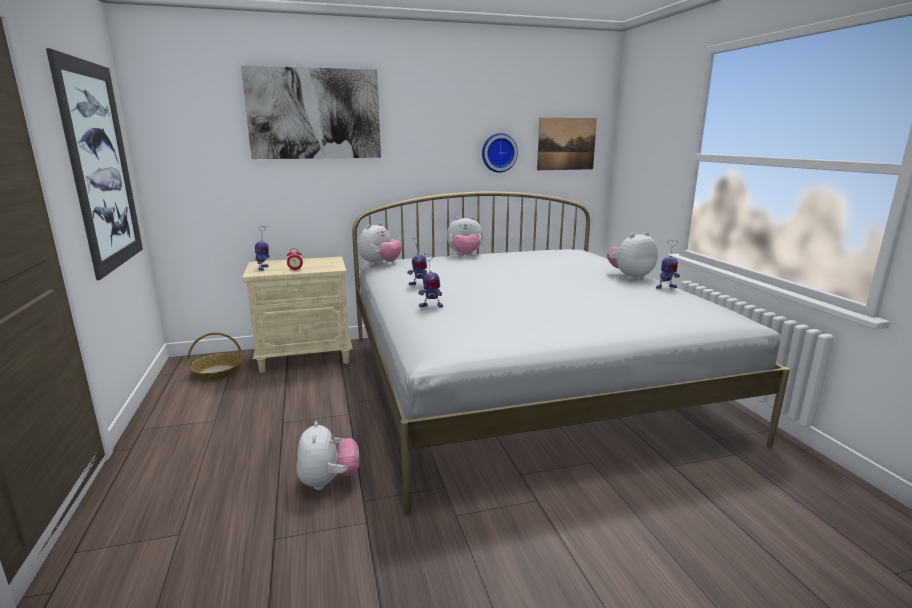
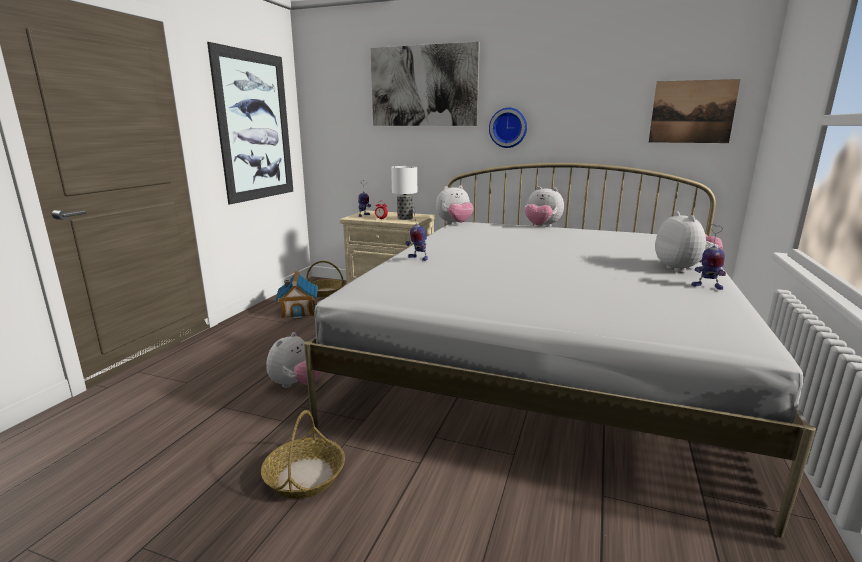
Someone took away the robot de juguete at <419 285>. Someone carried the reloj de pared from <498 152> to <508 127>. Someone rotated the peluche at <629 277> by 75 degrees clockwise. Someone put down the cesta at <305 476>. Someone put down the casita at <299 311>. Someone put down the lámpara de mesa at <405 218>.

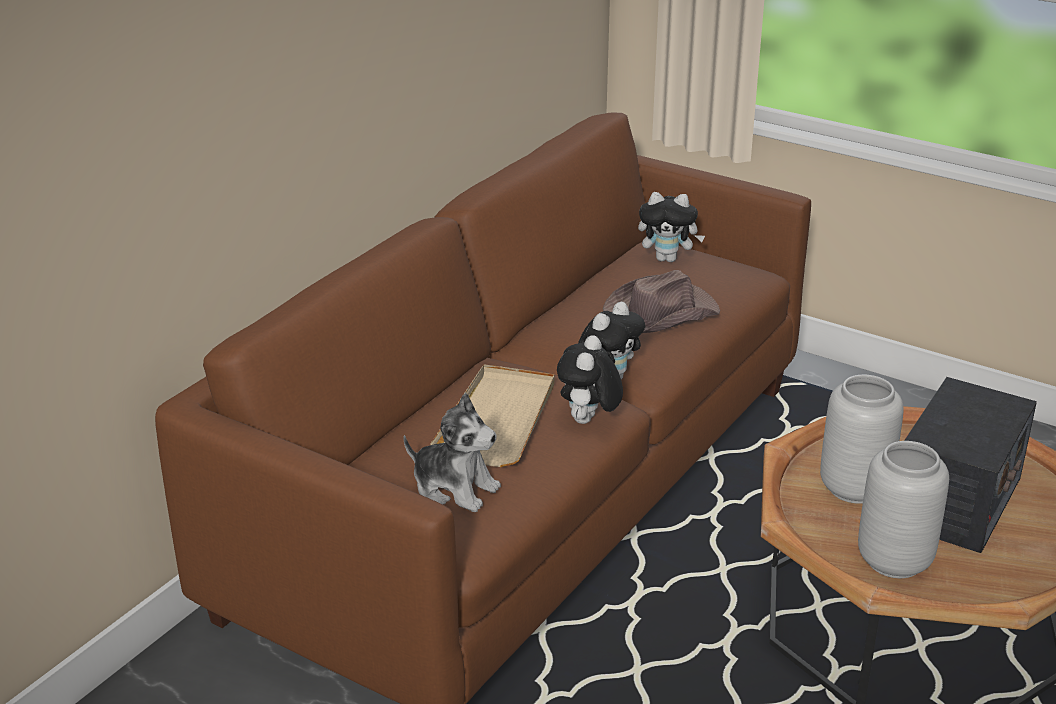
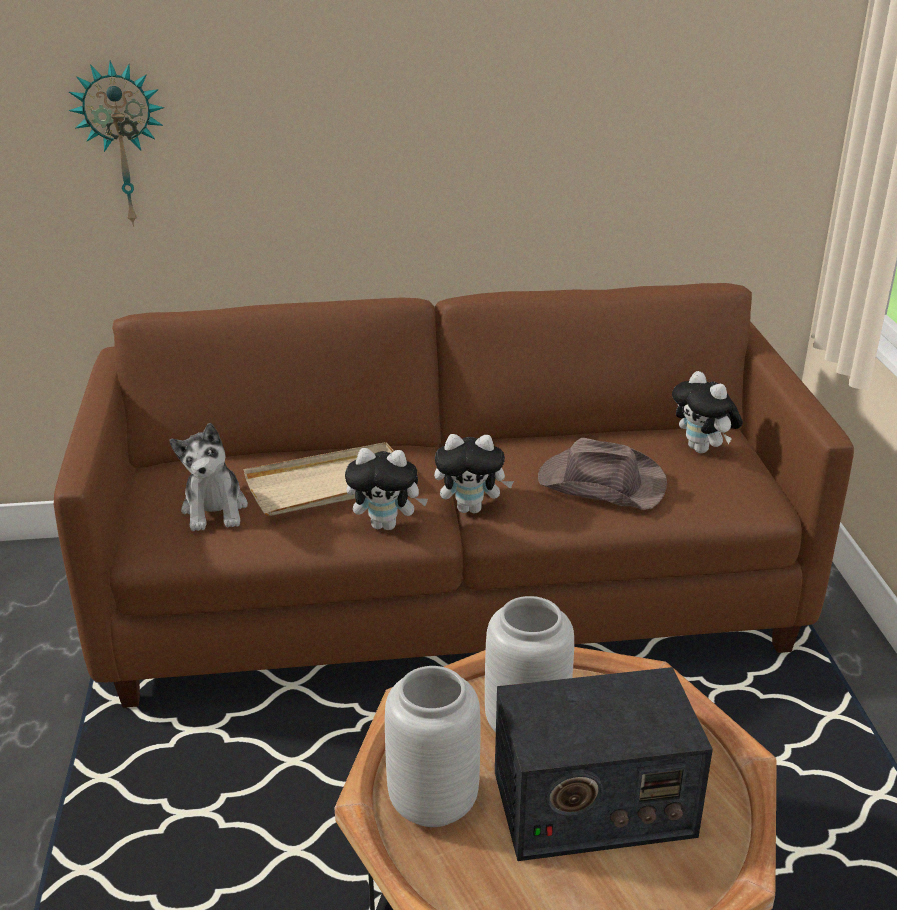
Someone rotated the peluche at <588 421> by 150 degrees counterclockwise. Someone put up the reloj de pared at <122 144>.

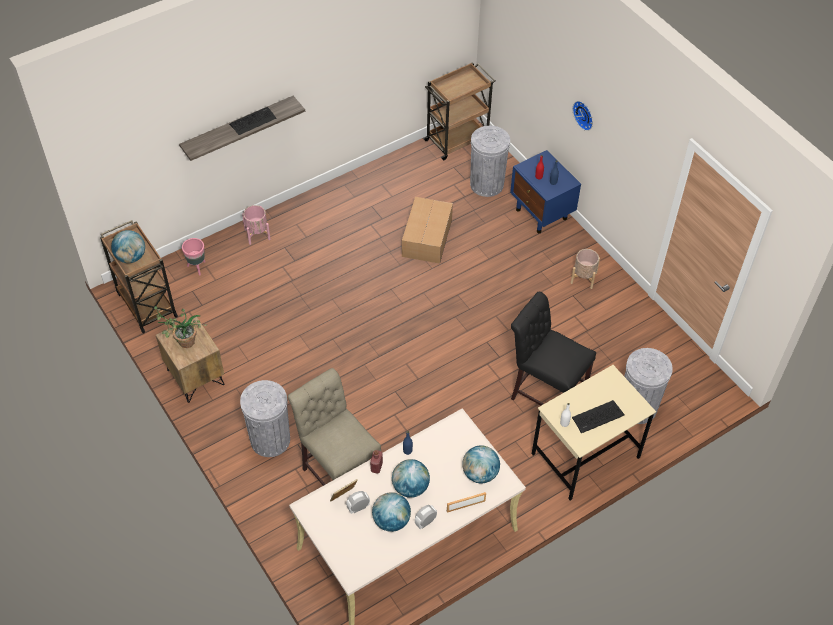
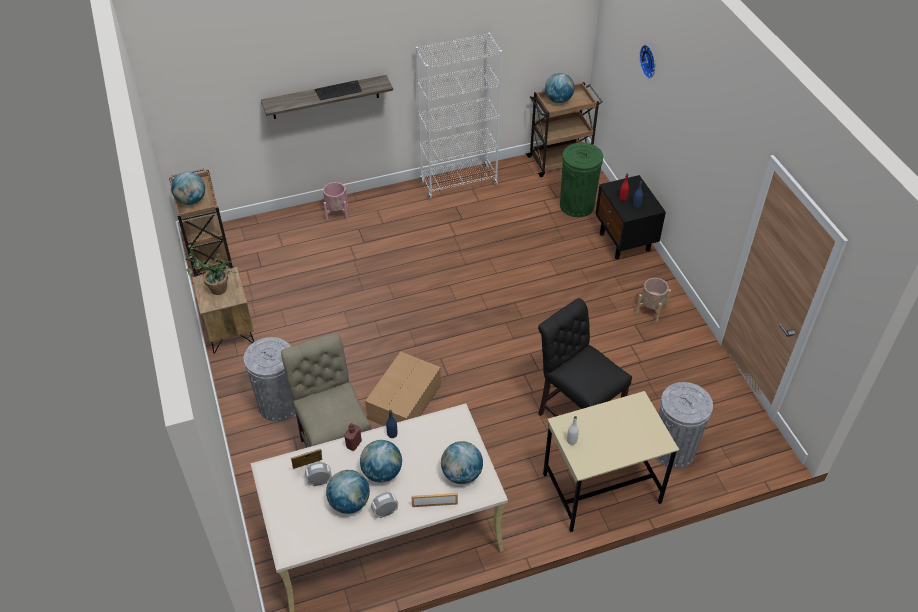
Someone took away the maceta [rosa] at <197 267>. Someone carried the caja de cartón from <426 238> to <403 402>. Someone repainted the papelera [gris] at <487 184>, which became the papelera [verde] at <577 205>. Someone repainted the mesita de noche [azul] at <542 214>, which became the mesita de noche [negro] at <625 242>. Someone took away the teclado at <597 417>. Someone carried the reloj de pared from <584 114> to <649 61>. Someone put down the estantería [blanco] at <459 183>. Someone put down the globo terráqueo at <558 100>.

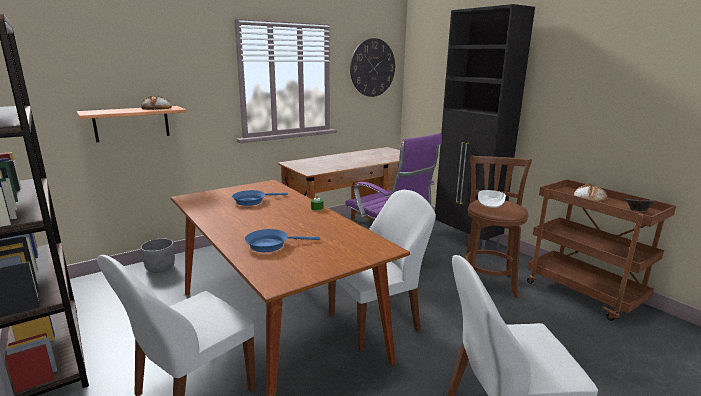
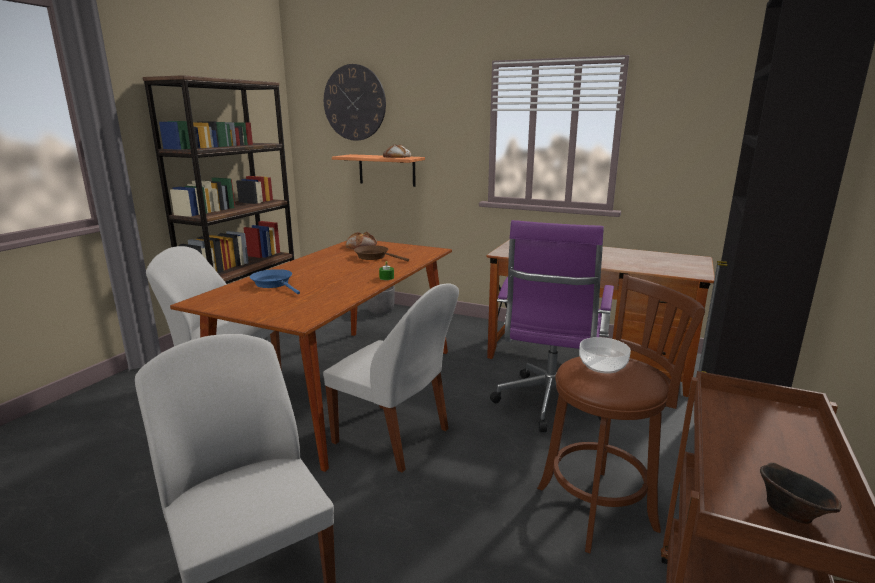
Someone repainted the sartén [azul] at <252 201>, which became the sartén [marrón] at <374 257>. Someone carried the reloj de pared from <372 68> to <354 103>. Someone carried the pan from <589 197> to <361 246>.

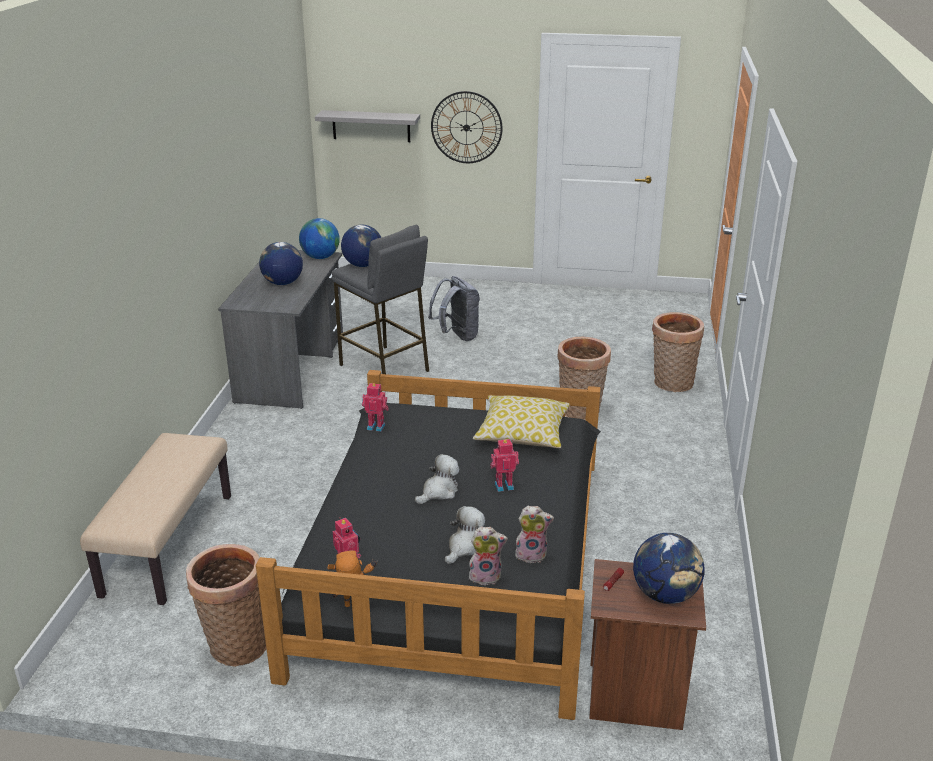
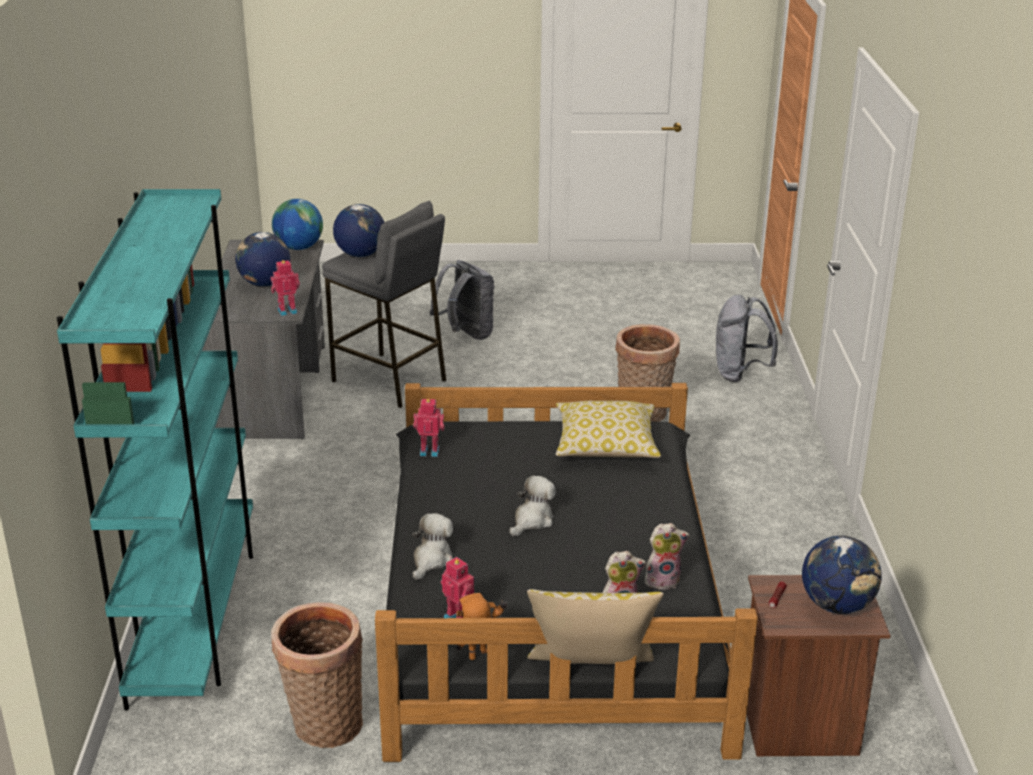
Someone swapped the banco [beis] at <168 543> for the estantería [turquesa] at <195 616>. Someone took away the estante [gris] at <371 126>. Someone took away the reloj de pared at <466 127>. Someone carried the peluche from <464 547> to <431 560>. Someone carried the robot de juguete from <503 485> to <287 310>. Someone swapped the cesta at <671 384> for the mochila [gris] at <740 374>. Someone put down the cojín at <590 673>.

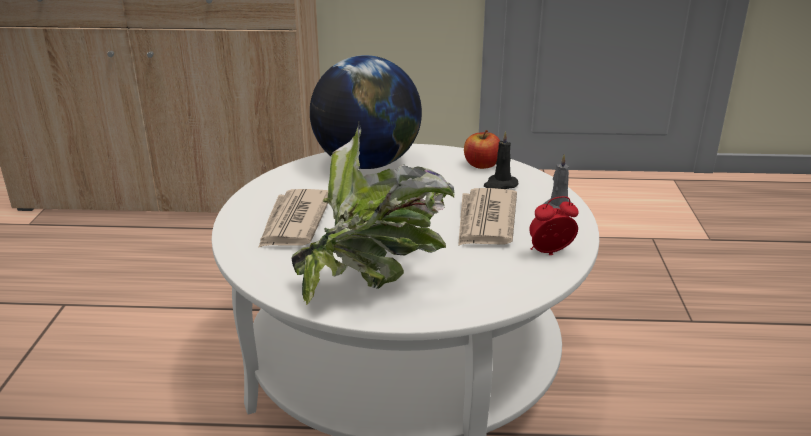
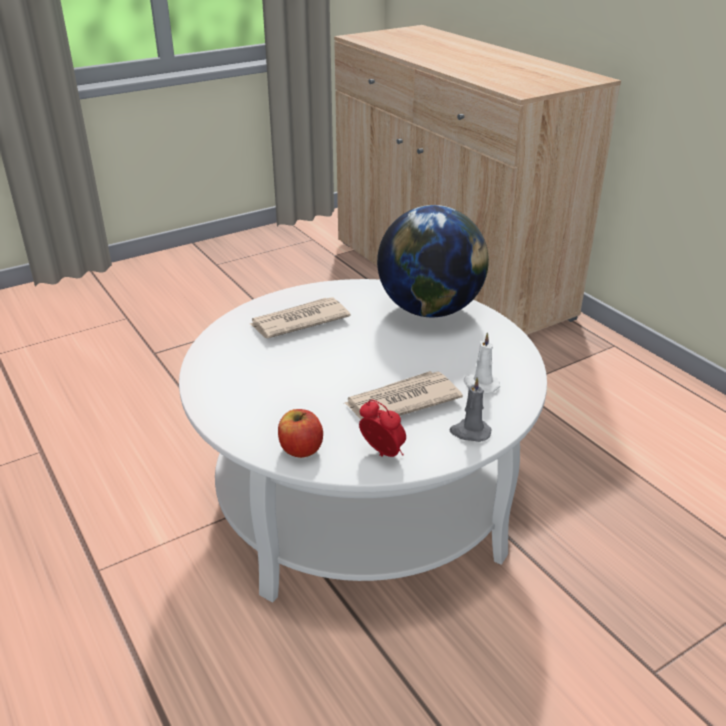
Someone took away the planta en maceta at <374 280>. Someone carried the manzana from <482 165> to <301 449>. Someone repainted the vela [negro] at <500 184>, which became the vela [blanco] at <480 385>.

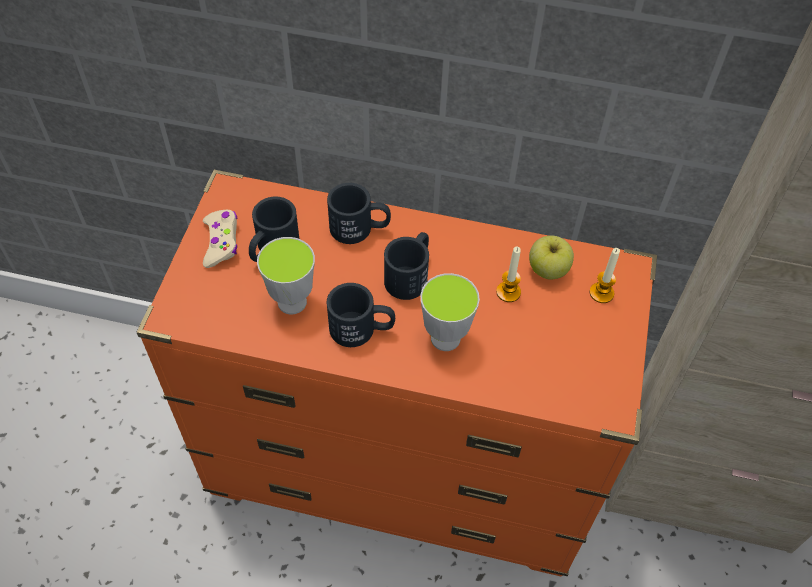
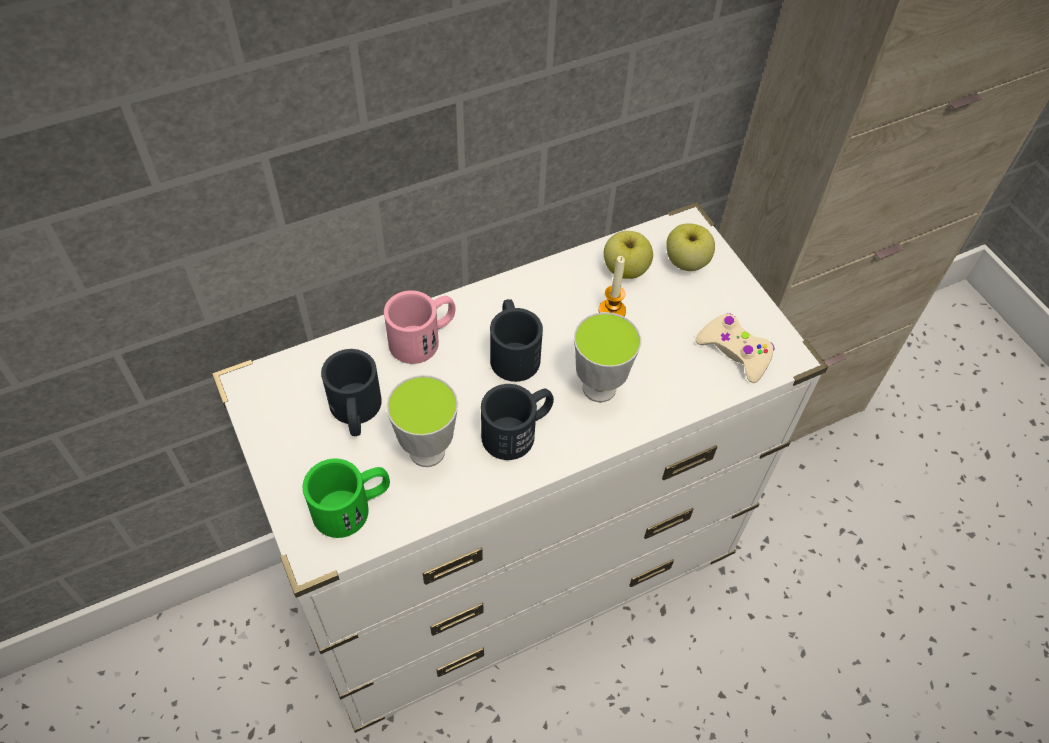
Someone repainted the cómoda [naranja] at <401 465>, which became the cómoda [blanco] at <515 565>. Someone carried the mando de consola [beis] from <221 242> to <734 352>. Someone repainted the taza grande [negro] at <360 228>, which became the taza grande [rosa] at <423 338>. Someone swapped the vela at <601 293> for the manzana at <686 262>. Someone put down the taza grande [verde] at <353 507>.

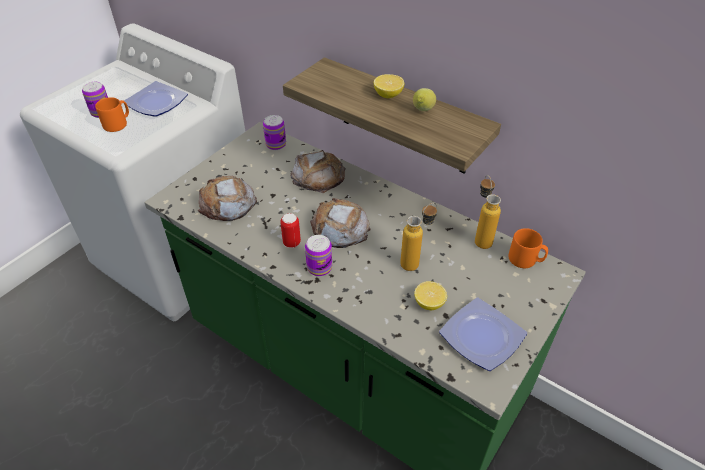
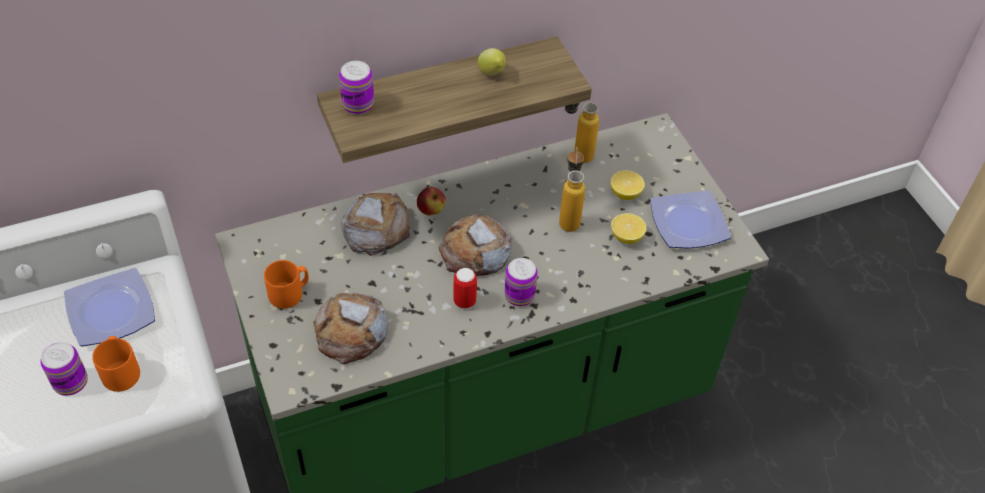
Someone carried the lata from <276 144> to <358 104>. Someone carried the limón from <388 95> to <625 193>. Someone carried the taza grande [naranja] from <525 260> to <289 293>. Someone put down the manzana at <431 210>.

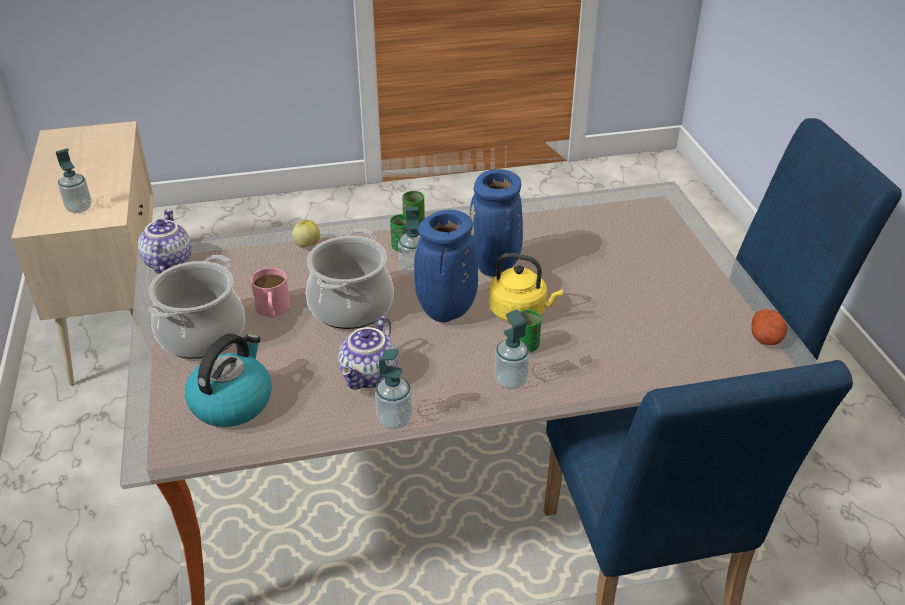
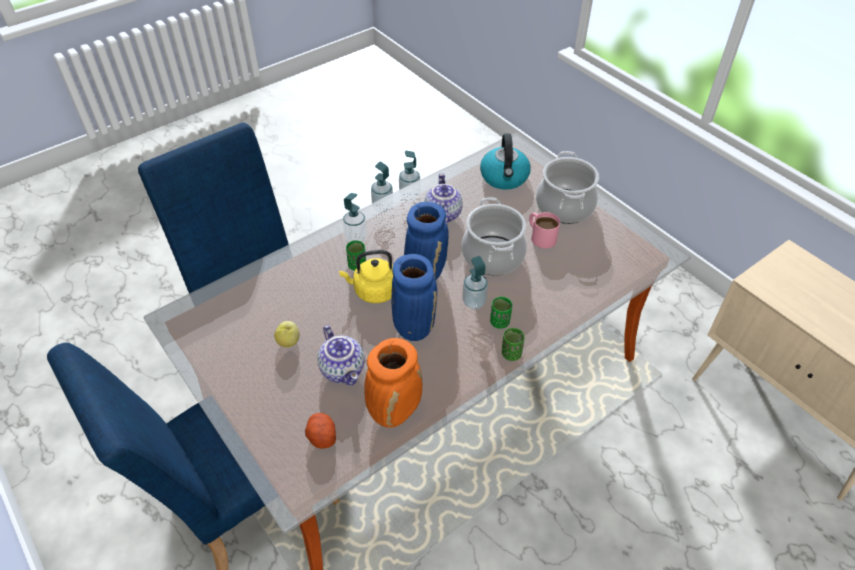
Someone carried the dispensador de jabón from <79 208> to <382 207>. Someone carried the tetera from <167 262> to <344 369>. Someone carried the manzana from <307 244> to <289 341>. Someone carried the patata from <766 338> to <321 436>. Someone put down the florero [naranja] at <394 411>.

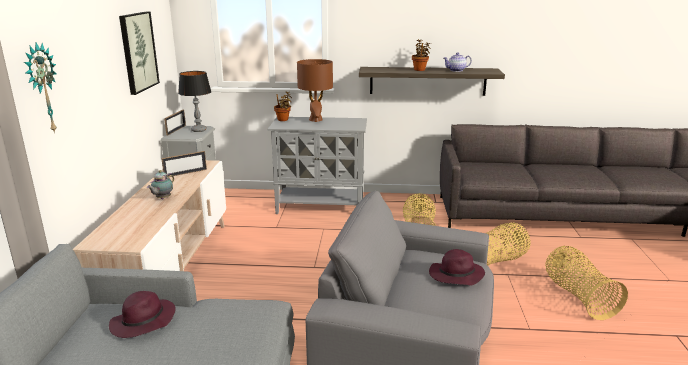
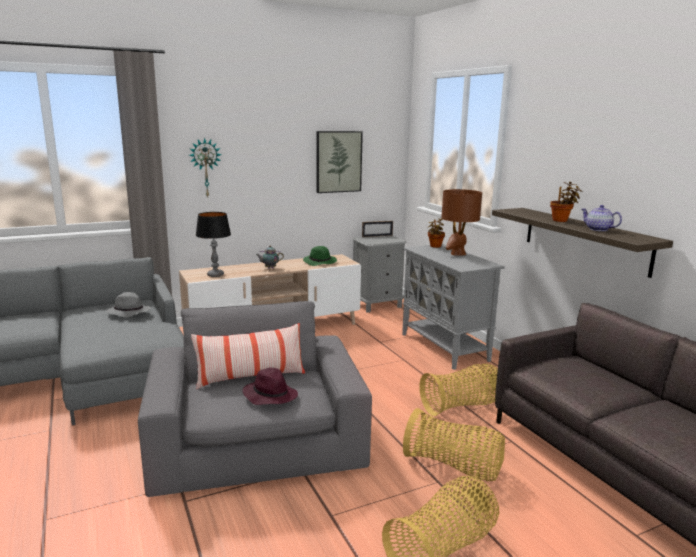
Someone repainted the sombrero [morado] at <143 322>, which became the sombrero [gris] at <128 312>. Someone swapped the portarretratos at <185 173> for the sombrero [verde] at <320 262>. Someone carried the lámpara de mesa from <198 130> to <215 275>. Someone put down the cojín at <250 377>.

